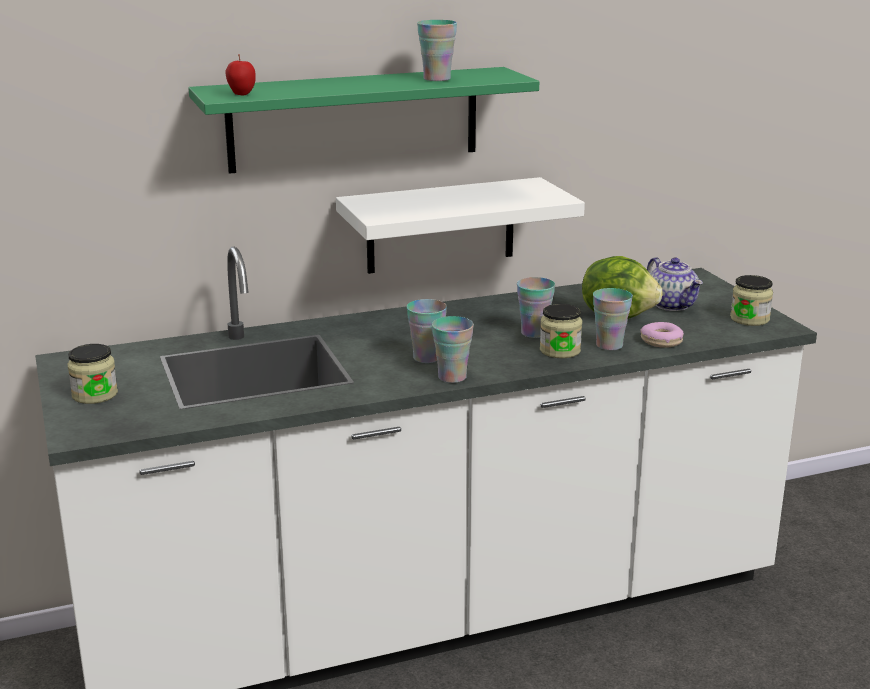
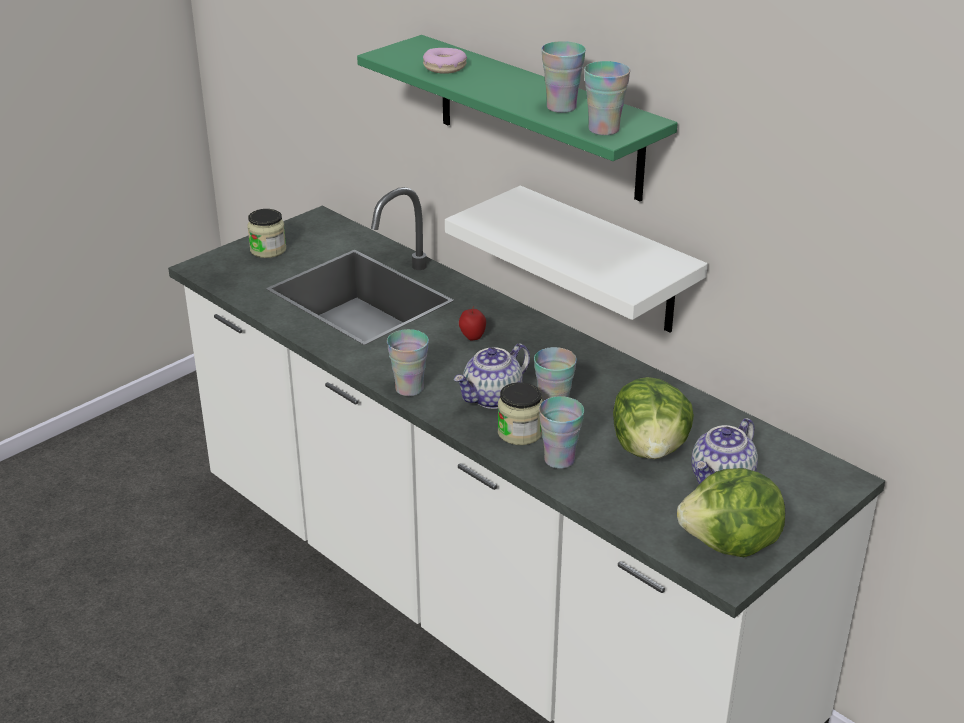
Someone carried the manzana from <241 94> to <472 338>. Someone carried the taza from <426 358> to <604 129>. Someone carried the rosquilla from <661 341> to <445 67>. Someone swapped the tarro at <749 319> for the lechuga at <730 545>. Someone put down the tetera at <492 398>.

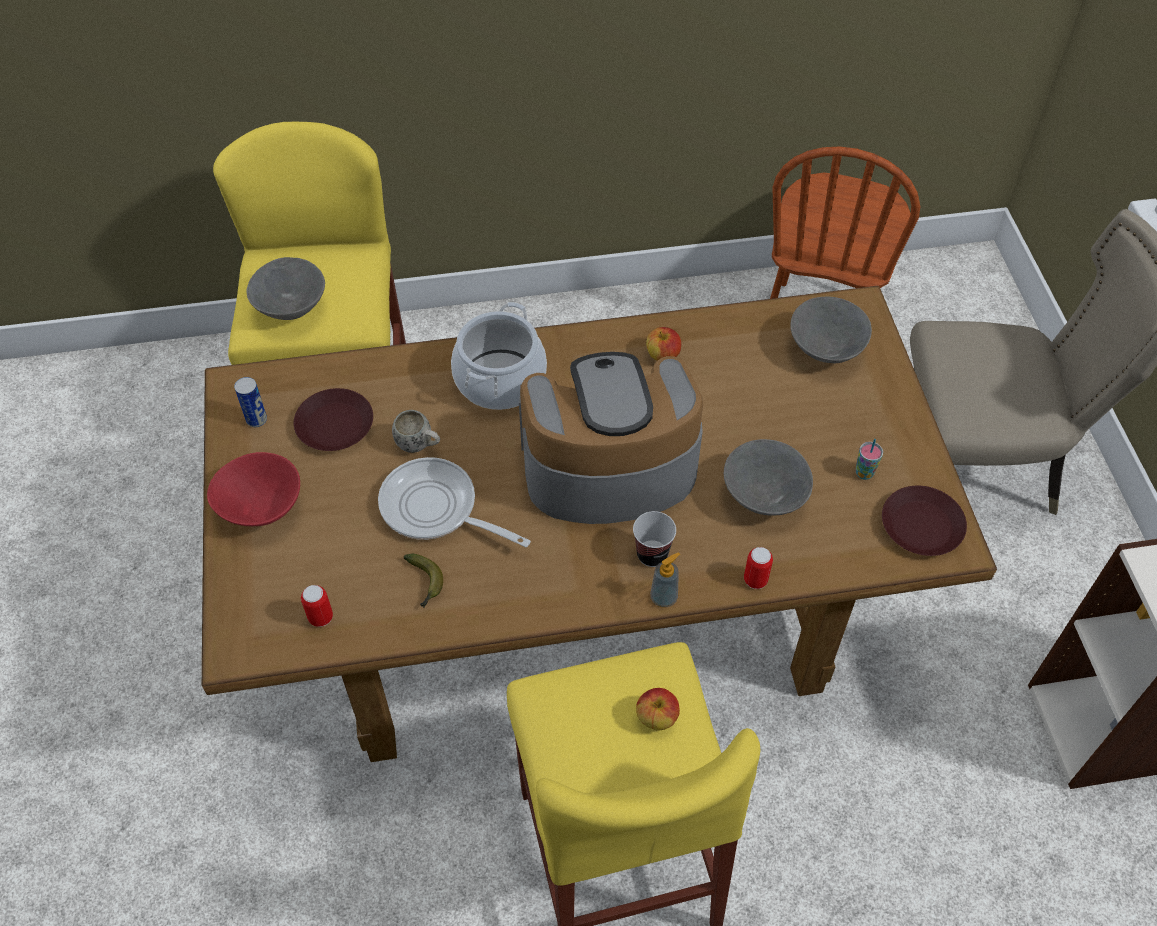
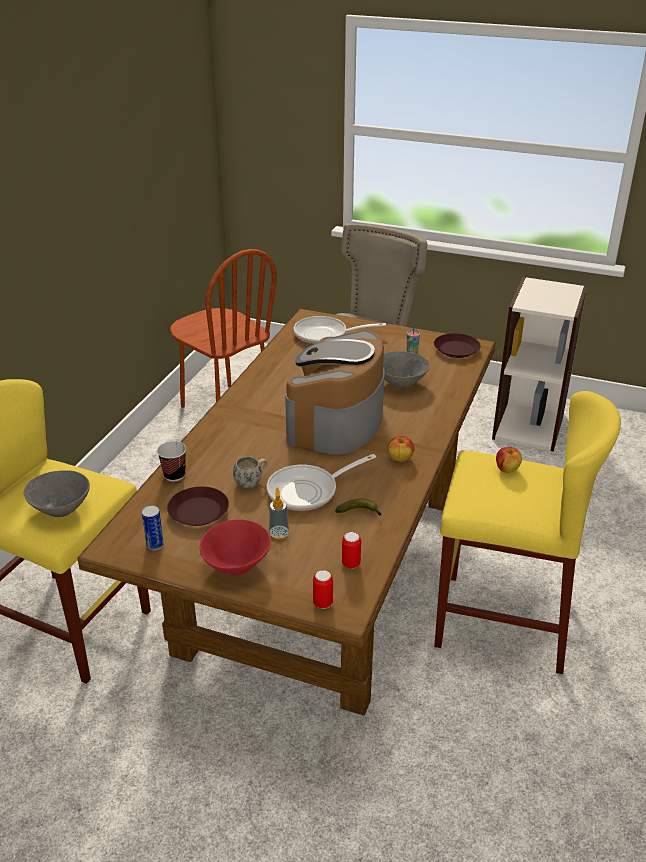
Someone took away the olla at <499 380>. Someone carried the taza from <652 554> to <174 475>. Someone carried the manzana from <662 356> to <400 458>. Someone carried the dispensador de jabón from <663 597> to <279 534>. Someone carried the lata from <755 580> to <323 603>. Someone swapped the cuenco [gris] at <825 350> for the sartén at <325 335>.

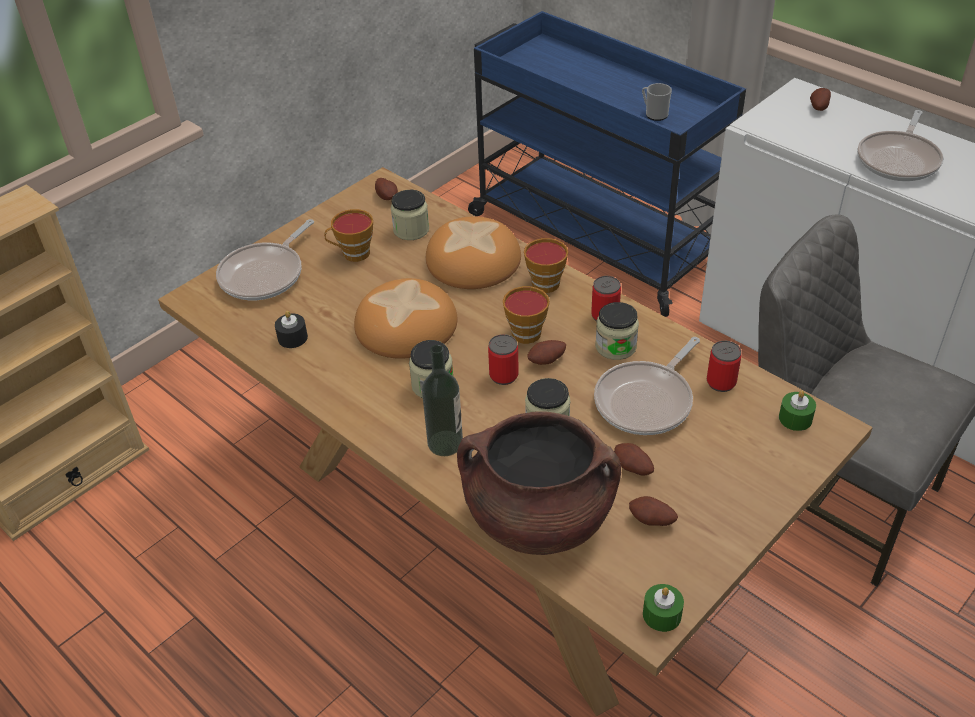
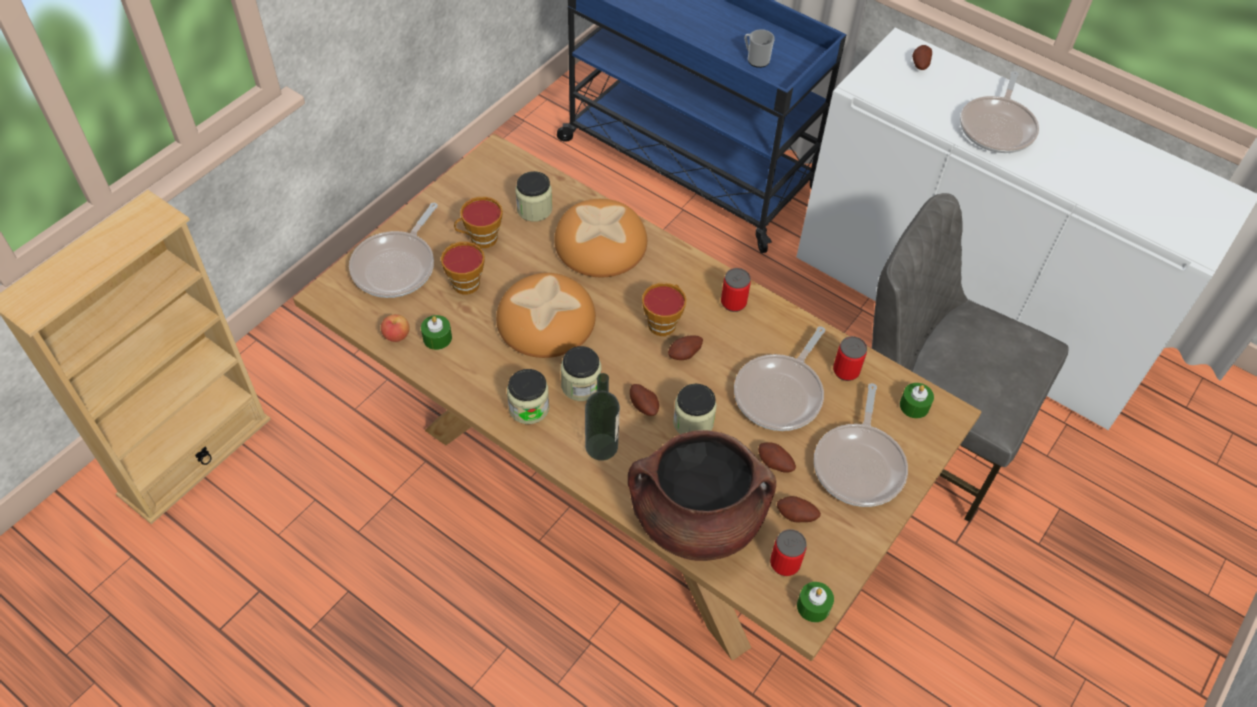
Someone repainted the vela [negro] at <292 338>, which became the vela [verde] at <437 338>. Someone carried the patata from <387 197> to <644 406>. Someone carried the lata from <503 375> to <785 563>. Someone carried the taza from <543 281> to <464 281>. Someone carried the tarro from <615 346> to <529 408>. Someone put down the manzana at <396 335>. Someone put down the sartén at <859 464>.

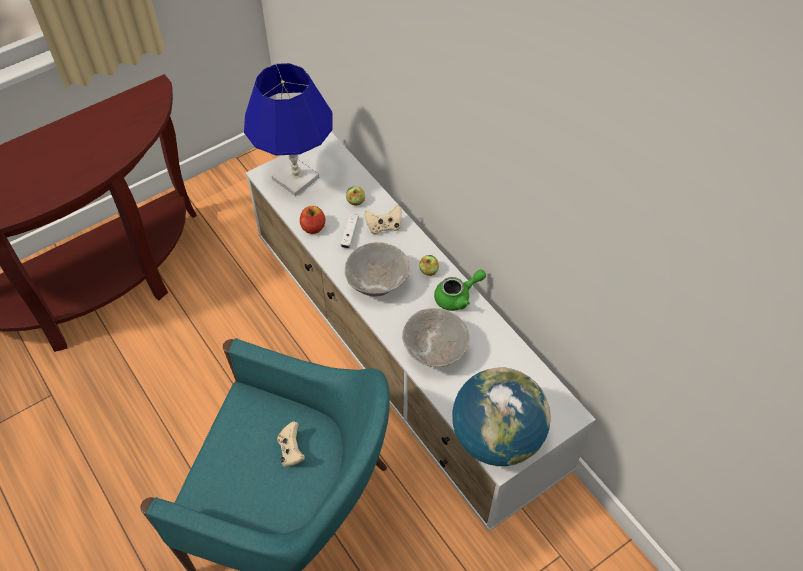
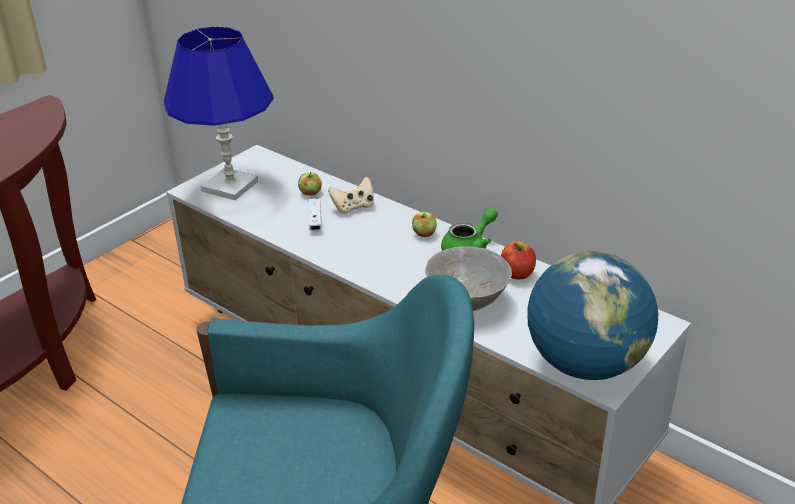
Someone took away the mando de consola [beis] at <291 451>. Someone carried the manzana from <313 227> to <517 273>. Someone took away the cuenco [gris] at <378 283>.

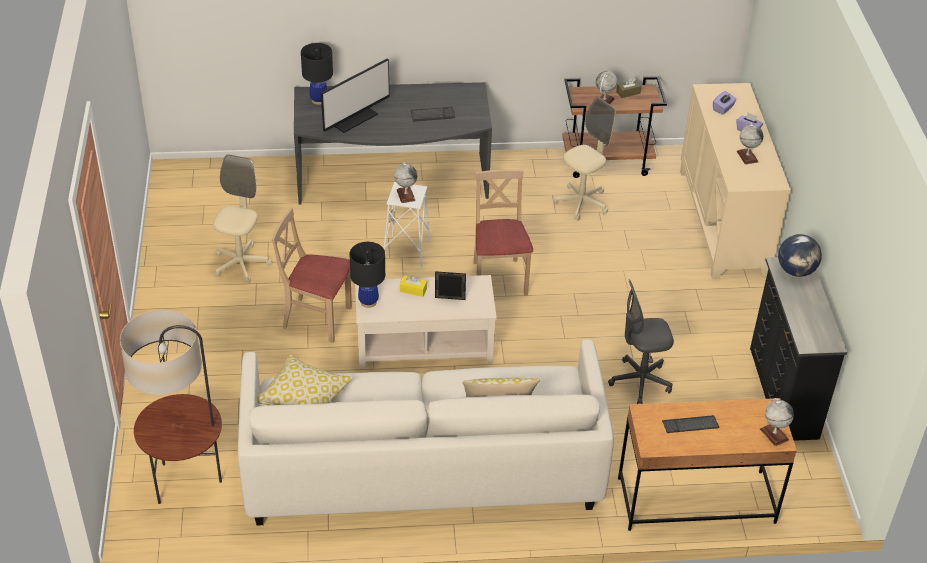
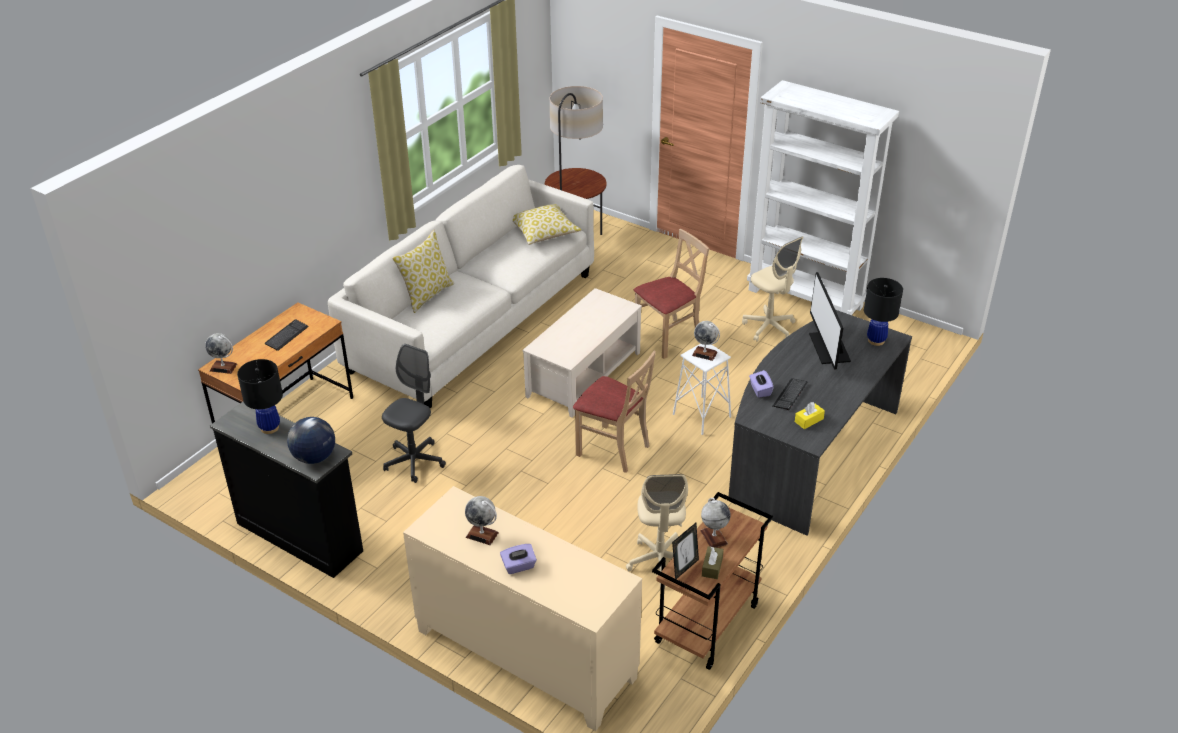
Someone carried the lámpara de mesa [negro] from <368 302> to <270 427>. Someone carried the caja de pañuelos [amarillo] from <413 290> to <809 420>. Someone carried the portarretratos from <449 300> to <684 568>. Someone carried the caja de pañuelos [morado] from <723 109> to <760 390>. Someone put down the estantería [blanco] at <806 298>.

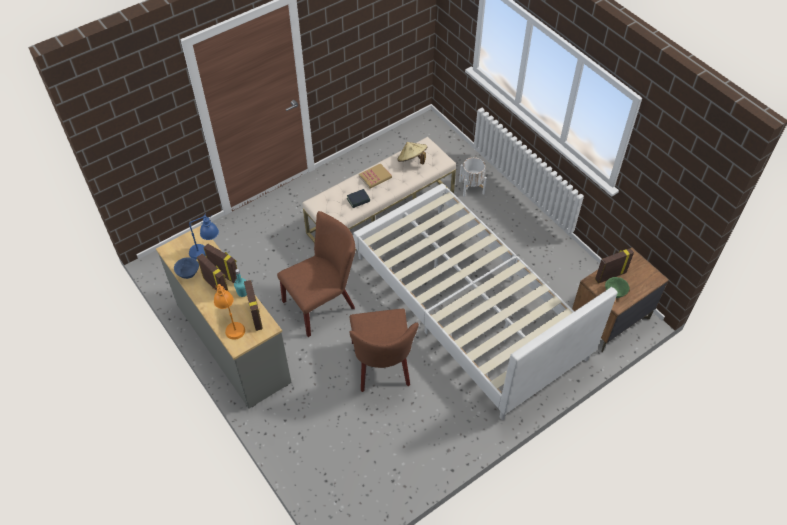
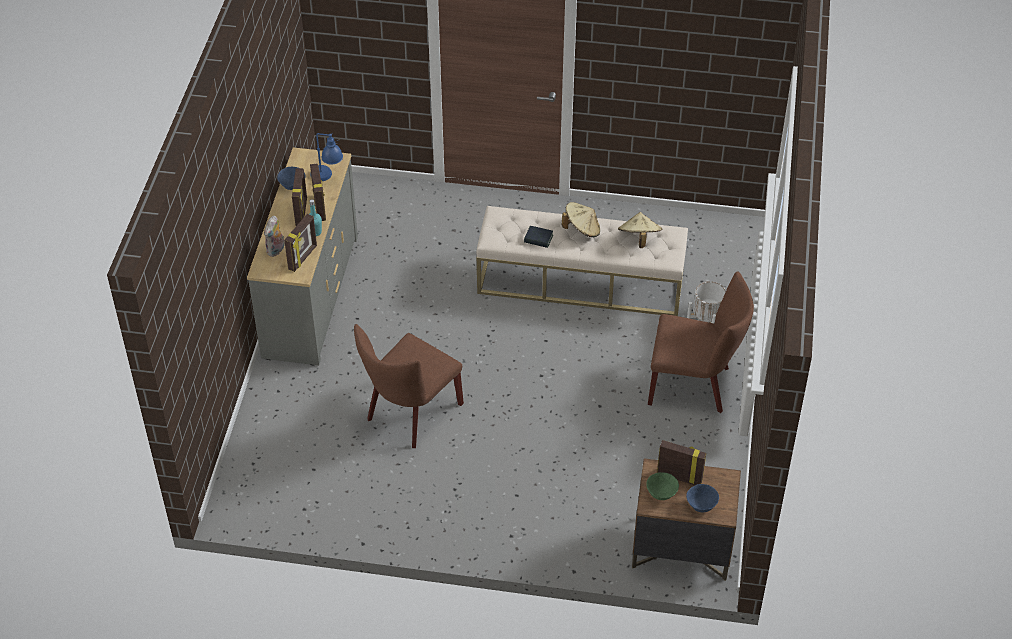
Someone swapped the lámpara de mesa [naranja] at <231 324> for the peluche at <276 250>. Someone carried the silla [marrón] from <323 303> to <694 385>. Someone took away the cama [blanco] at <468 307>. Someone swapped the libro at <375 177> for the sombrero [beis] at <582 229>. Someone put down the cuenco [azul] at <701 506>.

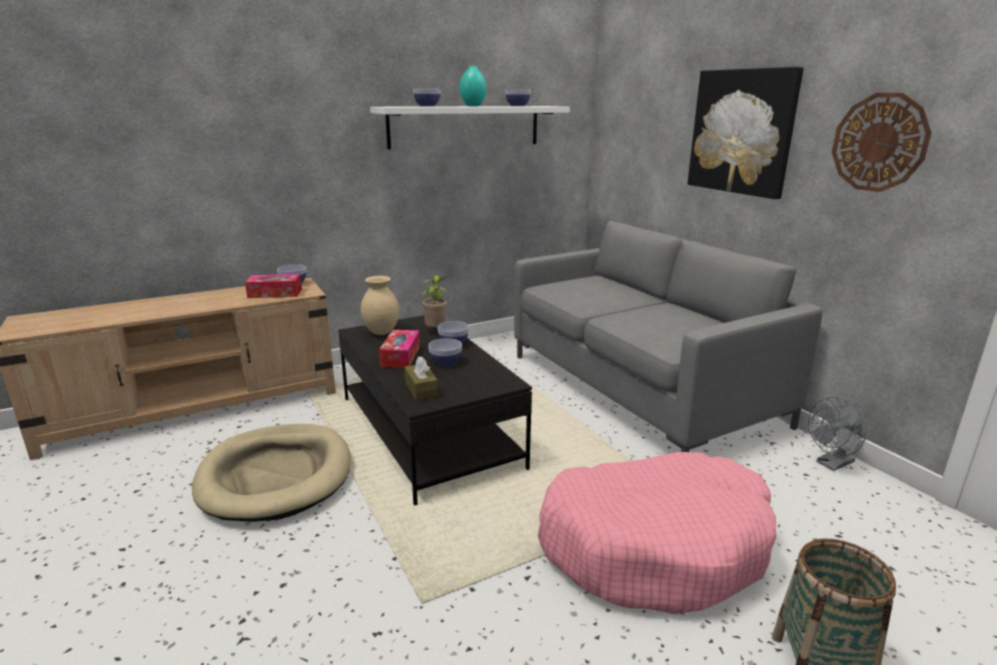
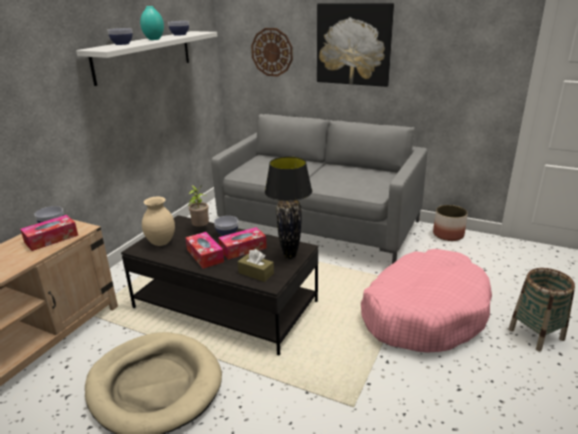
Someone swapped the cuenco at <445 362> for the caja de pañuelos at <243 249>. Someone swapped the ventilador [gris] at <831 464> for the maceta at <448 234>. Someone carried the reloj de pared from <879 142> to <272 52>. Someone put down the lámpara de mesa [negro] at <289 256>.

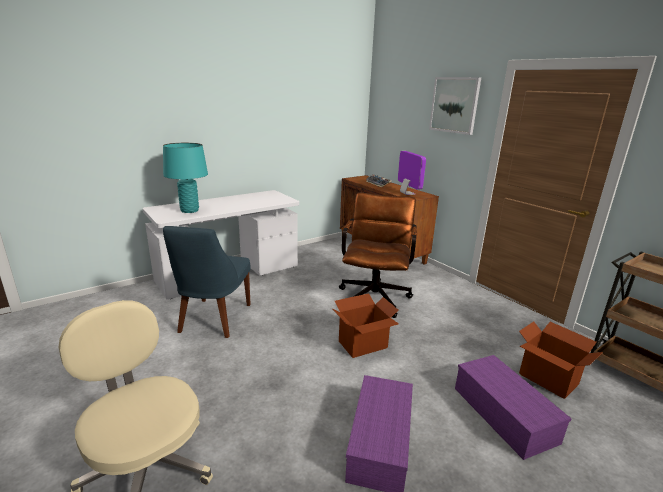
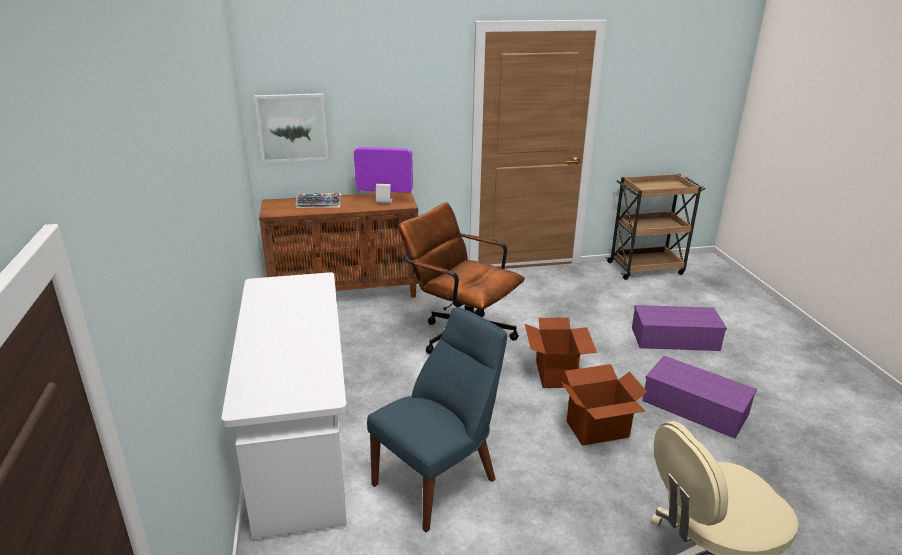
Someone took away the lámpara de mesa [turquesa] at <189 210>. Someone rotated the silla [azul] at <213 320> by 75 degrees counterclockwise. Someone carried the cuadro from <454 105> to <292 127>. Someone carried the caja de cartón from <548 379> to <598 430>.

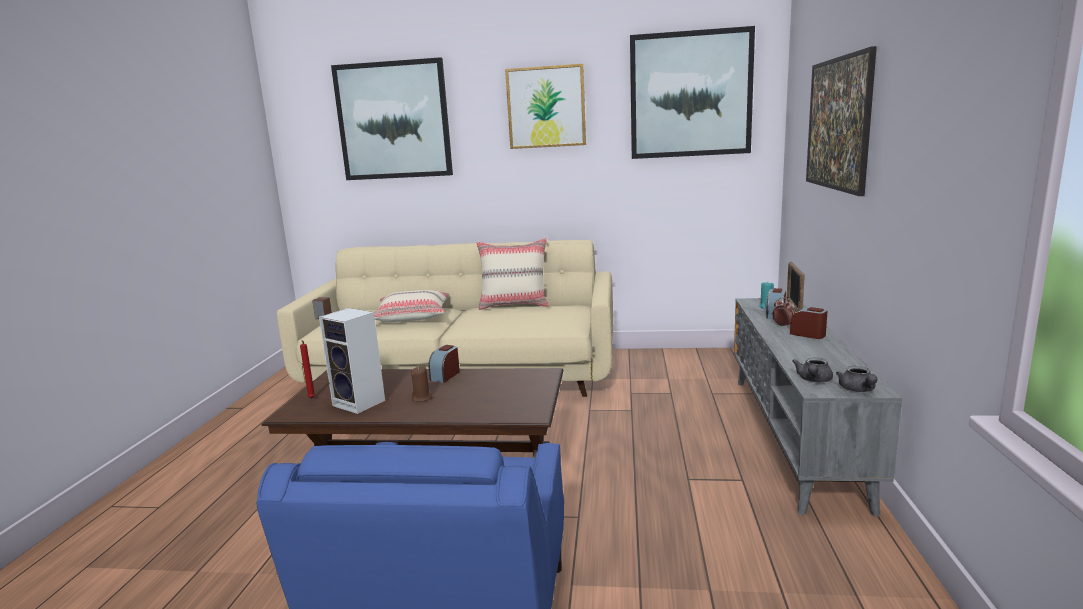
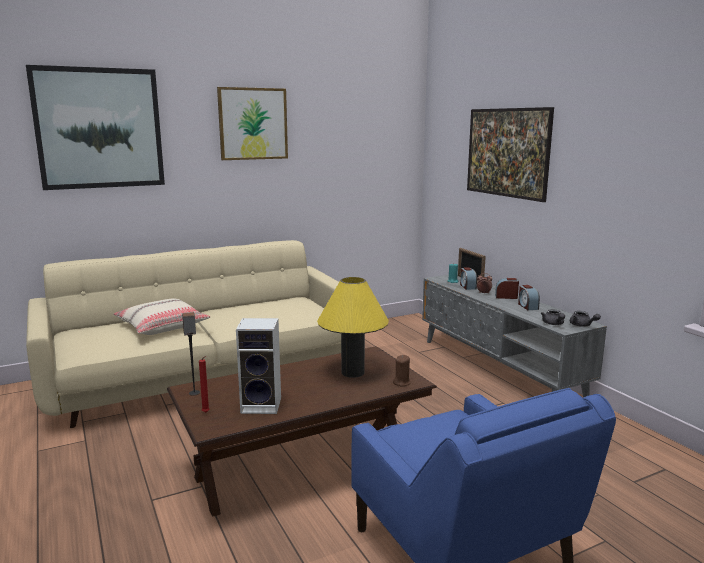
Someone carried the vela [marrón] from <422 398> to <401 383>. Someone carried the despertador from <445 376> to <527 306>. Someone took away the cojín [beis] at <514 305>. Someone took away the cuadro at <690 95>. Someone put down the lámpara de mesa [amarillo] at <352 372>.

